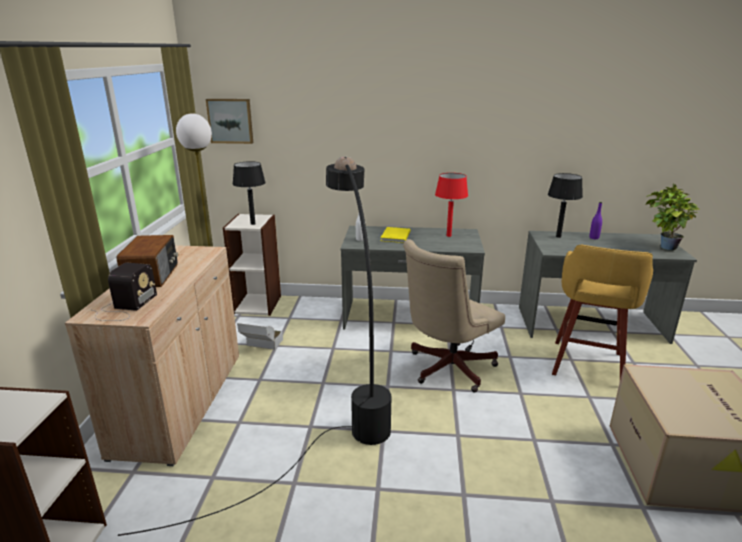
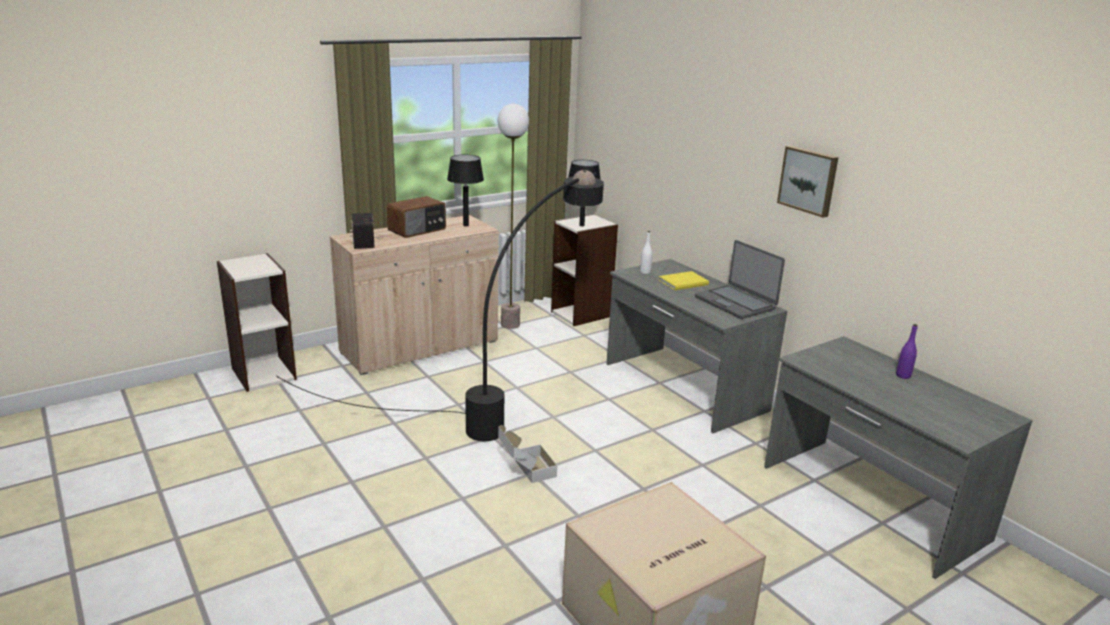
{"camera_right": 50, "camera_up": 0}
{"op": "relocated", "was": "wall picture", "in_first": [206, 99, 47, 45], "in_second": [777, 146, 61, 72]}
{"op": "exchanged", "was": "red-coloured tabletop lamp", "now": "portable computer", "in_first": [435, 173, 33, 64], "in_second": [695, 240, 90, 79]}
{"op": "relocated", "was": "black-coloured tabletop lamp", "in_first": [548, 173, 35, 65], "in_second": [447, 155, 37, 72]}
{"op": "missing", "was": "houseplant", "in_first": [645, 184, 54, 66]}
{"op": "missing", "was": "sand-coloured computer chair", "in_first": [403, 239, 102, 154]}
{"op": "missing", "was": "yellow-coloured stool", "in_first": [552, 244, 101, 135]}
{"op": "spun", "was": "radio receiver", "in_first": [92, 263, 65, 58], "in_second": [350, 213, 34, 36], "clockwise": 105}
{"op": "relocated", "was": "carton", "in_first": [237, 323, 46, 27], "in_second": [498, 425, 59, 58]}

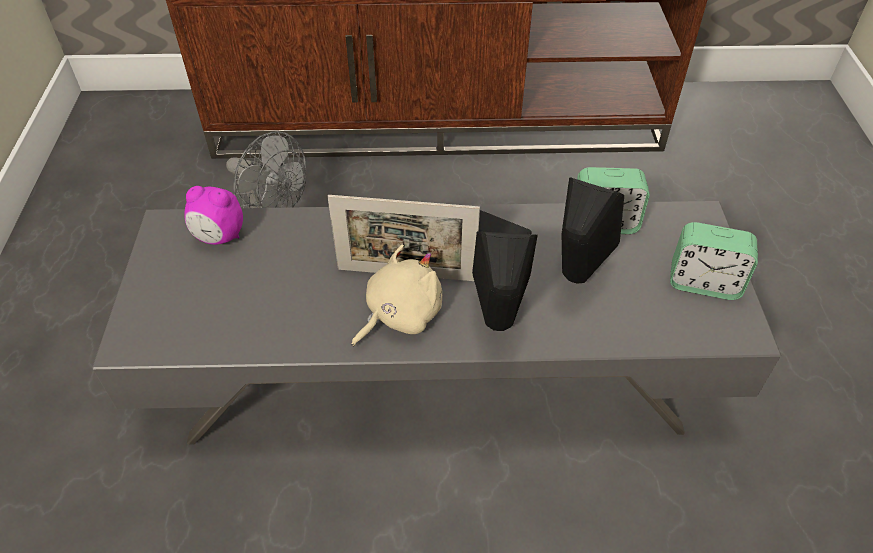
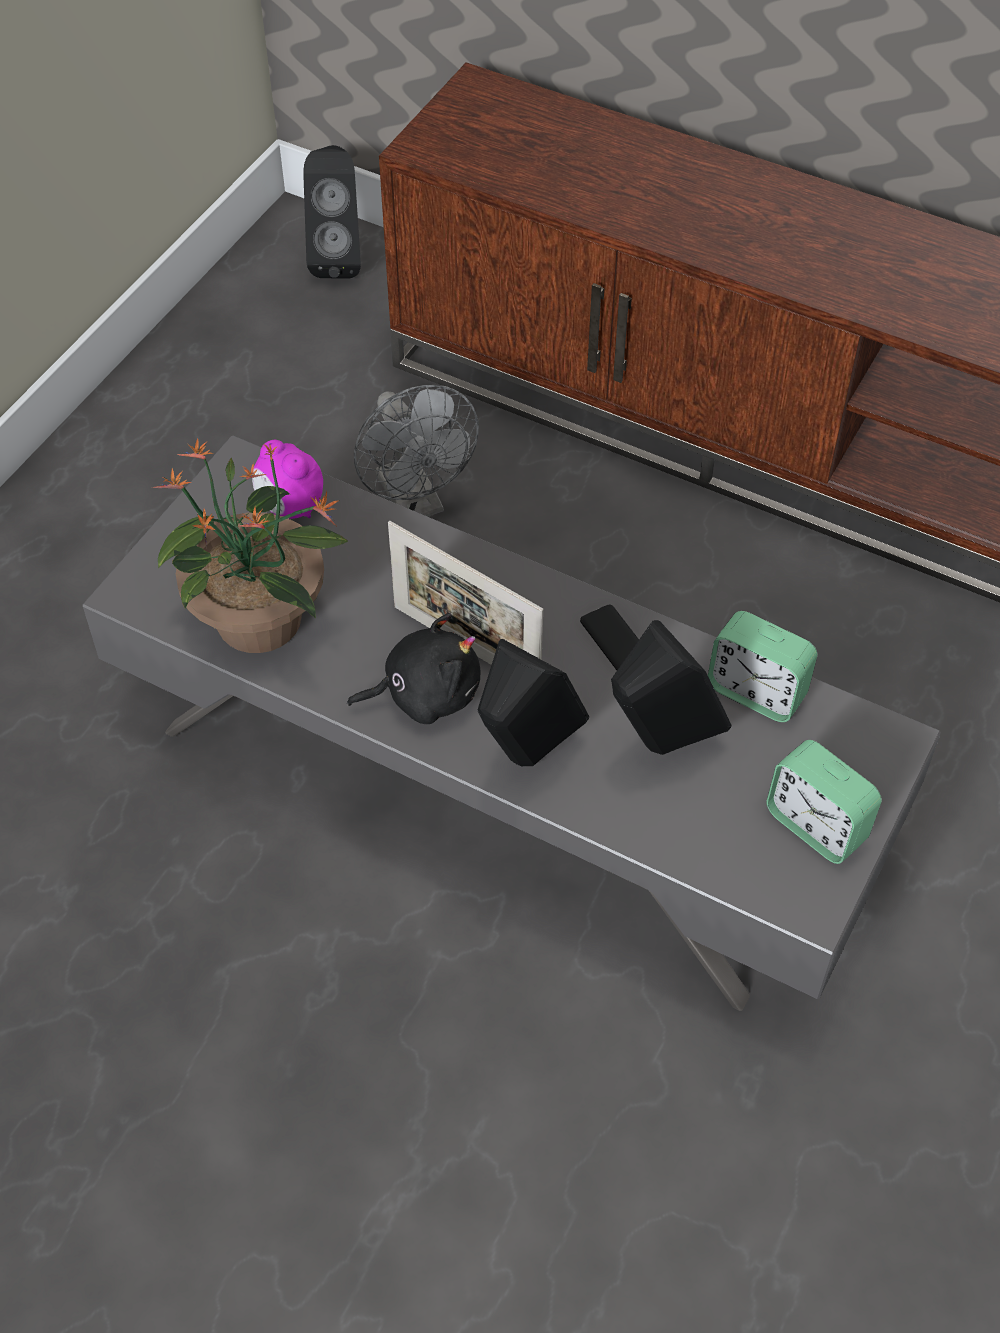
{"camera_right": 30, "camera_up": 5}
{"op": "colour", "was": "sand-coloured plush toy", "now": "black-coloured plush toy", "in_first": [352, 245, 90, 102], "in_second": [347, 613, 134, 111]}
{"op": "appeared", "now": "black-coloured speaker", "in_second": [303, 145, 58, 133]}
{"op": "appeared", "now": "houseplant", "in_second": [151, 438, 197, 215]}

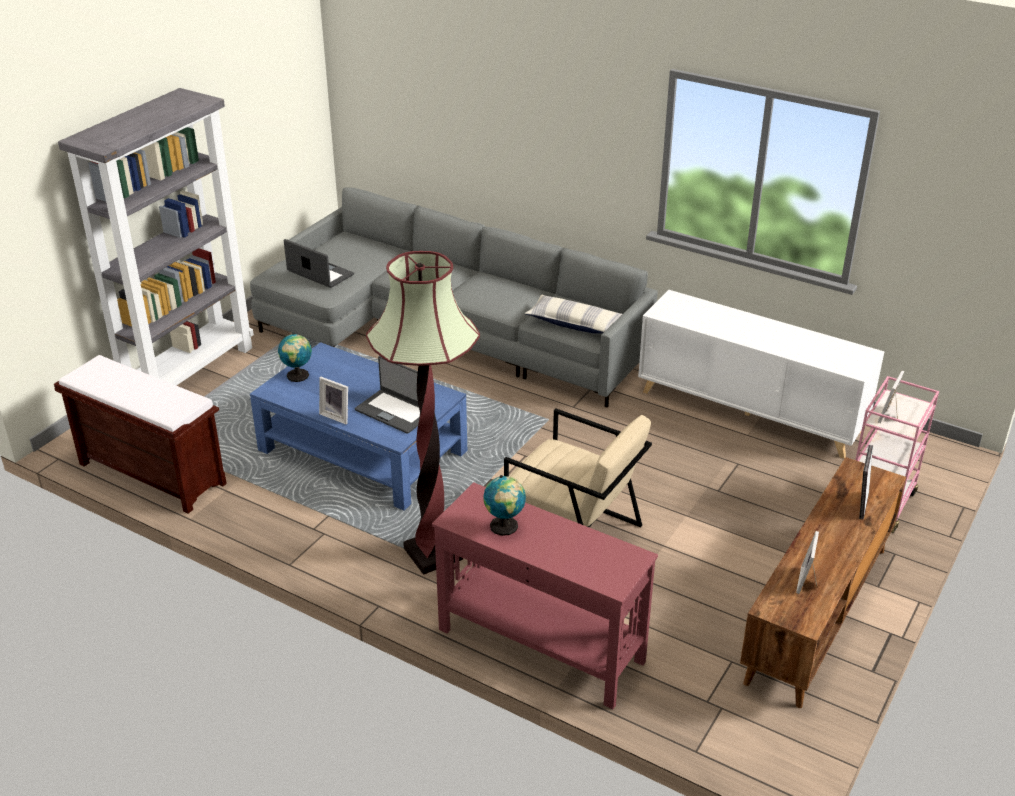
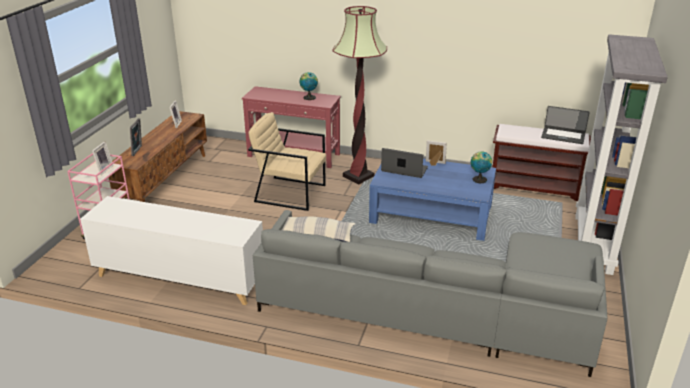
{"camera_right": 165, "camera_up": -5}
{"op": "relocated", "was": "portable computer", "in_first": [284, 239, 70, 49], "in_second": [541, 106, 49, 38]}

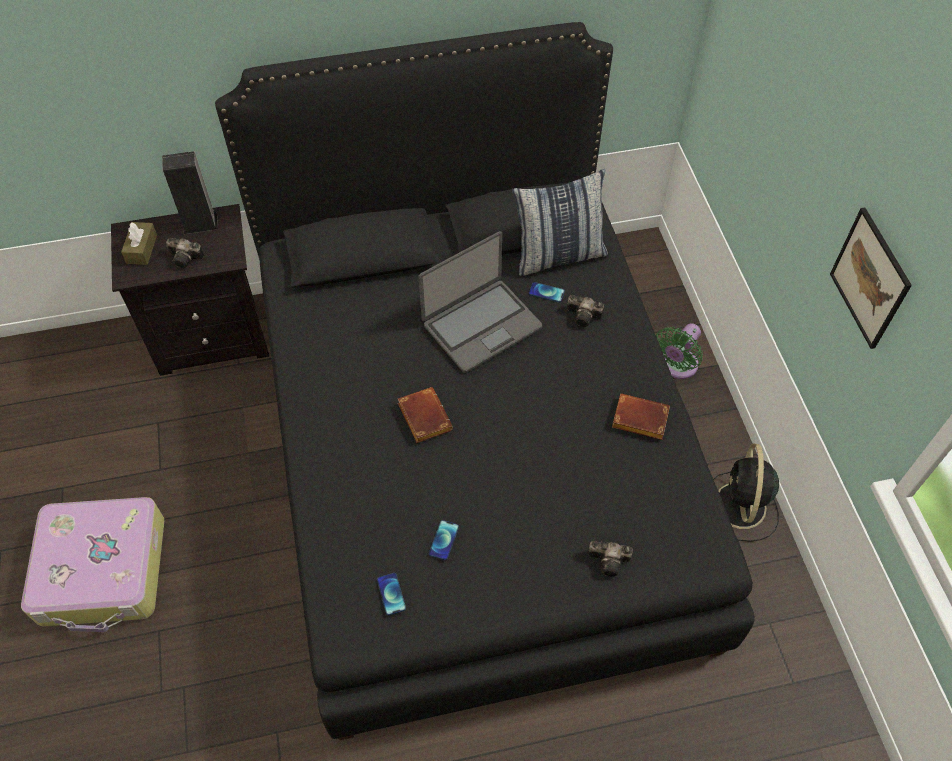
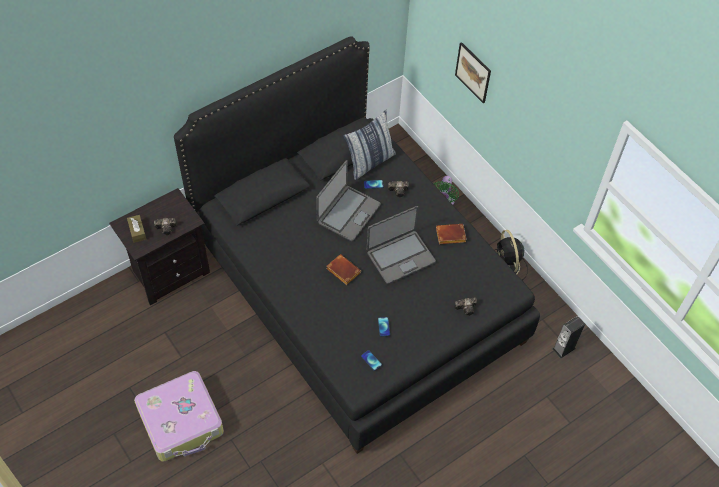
{"camera_right": -25, "camera_up": 0}
{"op": "relocated", "was": "speaker", "in_first": [162, 151, 56, 83], "in_second": [552, 316, 33, 43]}
{"op": "relocated", "was": "wall picture", "in_first": [830, 207, 82, 142], "in_second": [455, 42, 36, 61]}
{"op": "appeared", "now": "portable computer", "in_second": [367, 206, 69, 78]}

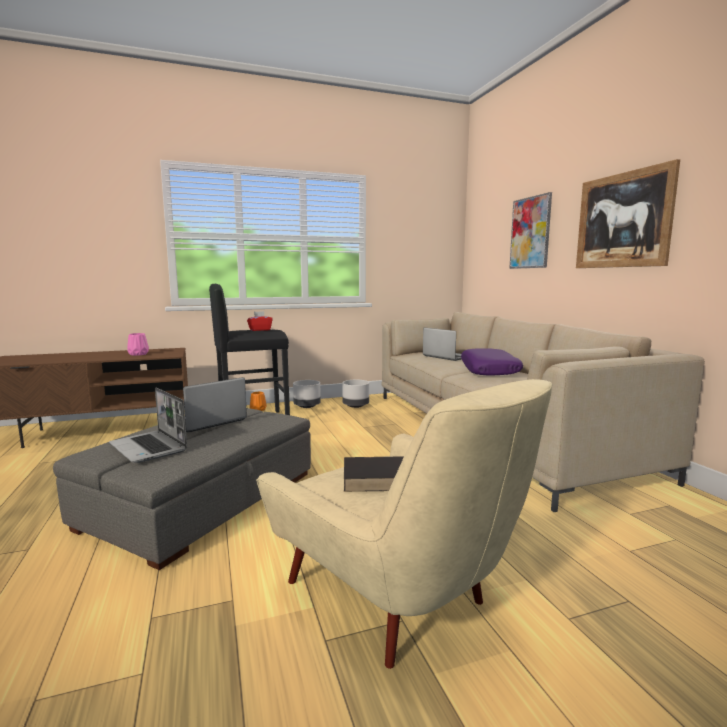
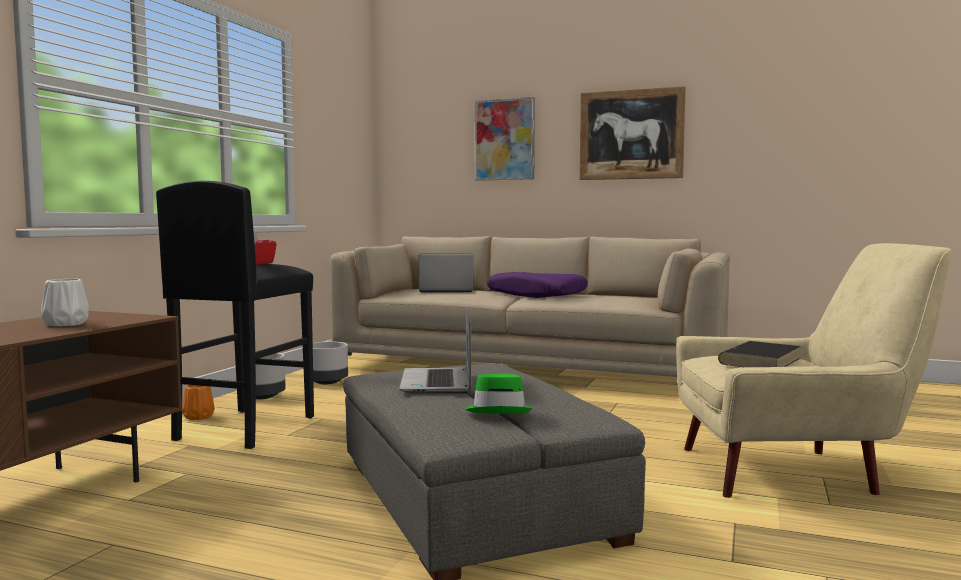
{"camera_right": -50, "camera_up": -5}
{"op": "colour", "was": "pink decorative vase", "now": "white decorative vase", "in_first": [127, 333, 22, 23], "in_second": [41, 279, 48, 48]}
{"op": "exchanged", "was": "portable computer", "now": "green-coloured clothing hat", "in_first": [109, 387, 78, 76], "in_second": [465, 374, 68, 40]}

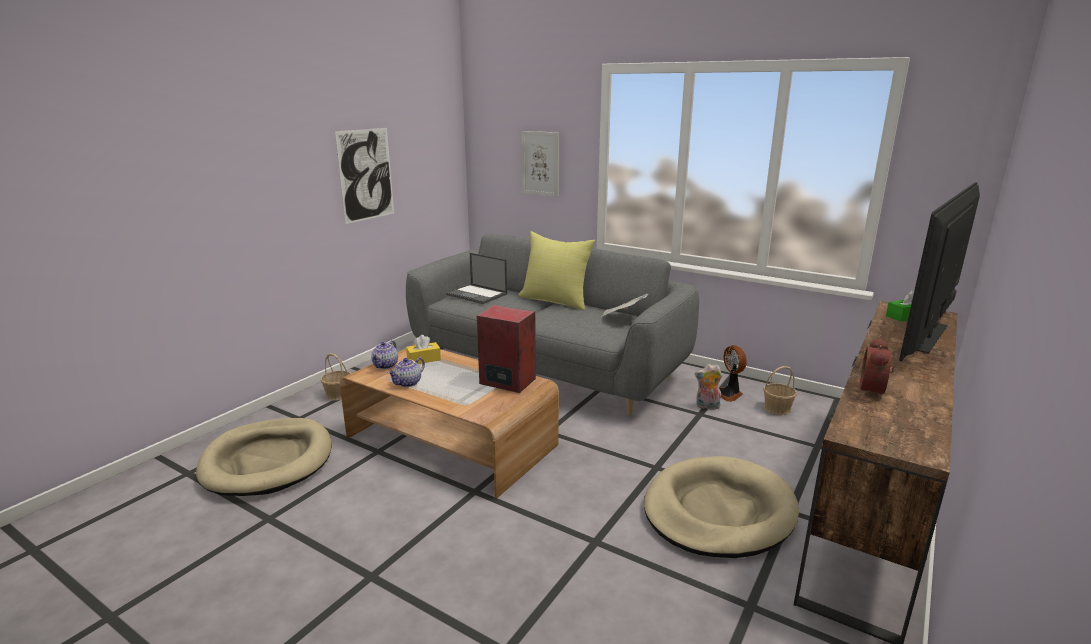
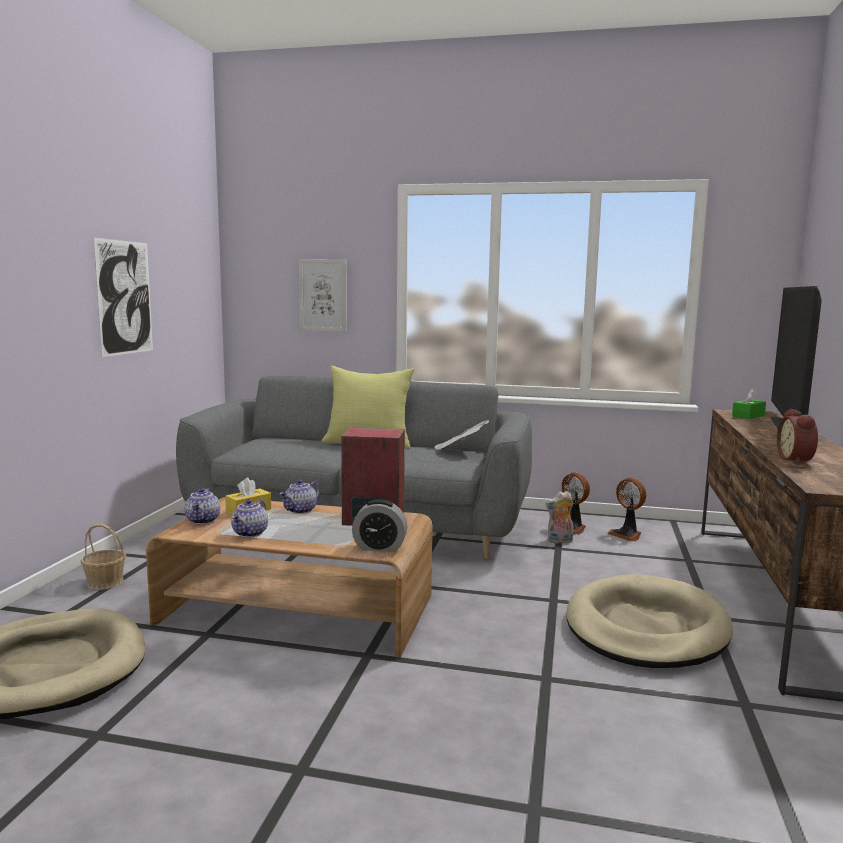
{"camera_right": -20, "camera_up": -10}
{"op": "missing", "was": "portable computer", "in_first": [446, 253, 61, 51]}
{"op": "exchanged", "was": "household basket", "now": "cooling fan", "in_first": [763, 366, 34, 49], "in_second": [607, 478, 39, 63]}
{"op": "appeared", "now": "pot for tea", "in_second": [280, 480, 40, 34]}
{"op": "appeared", "now": "alarm clock", "in_second": [352, 499, 55, 53]}

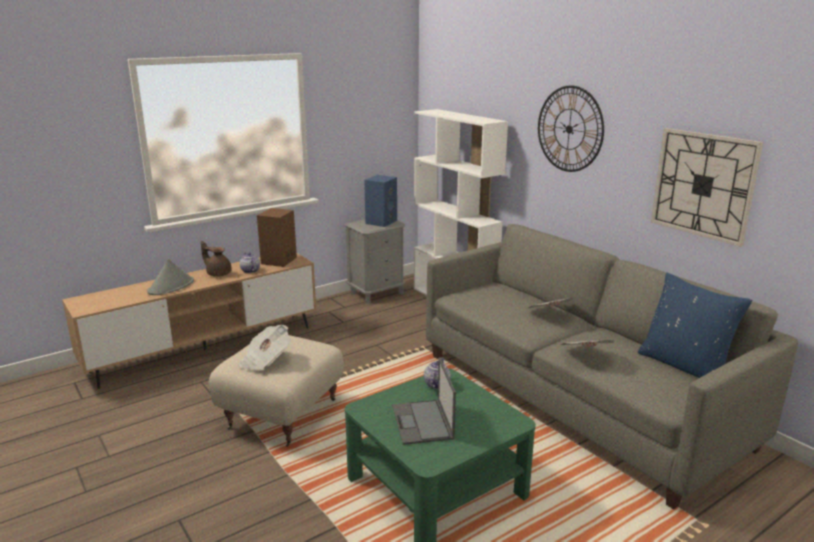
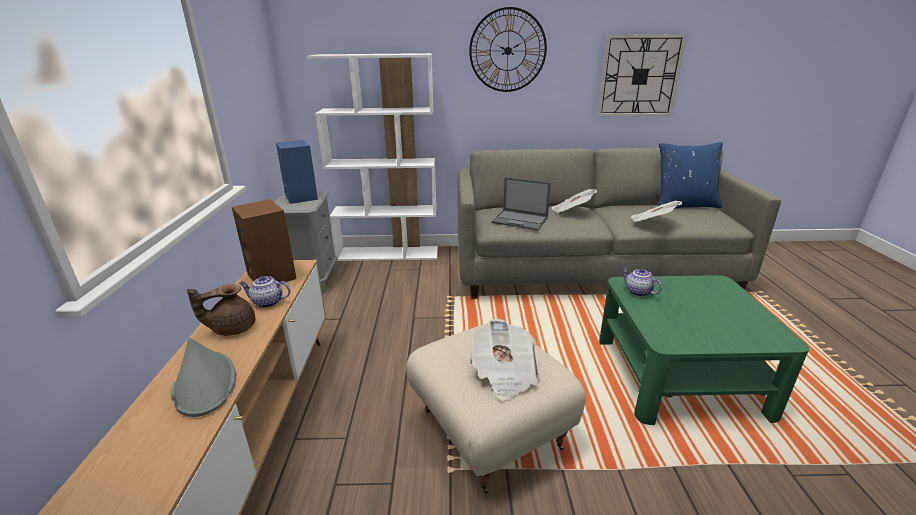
{"camera_right": -55, "camera_up": 5}
{"op": "relocated", "was": "portable computer", "in_first": [392, 358, 64, 87], "in_second": [491, 177, 60, 53]}

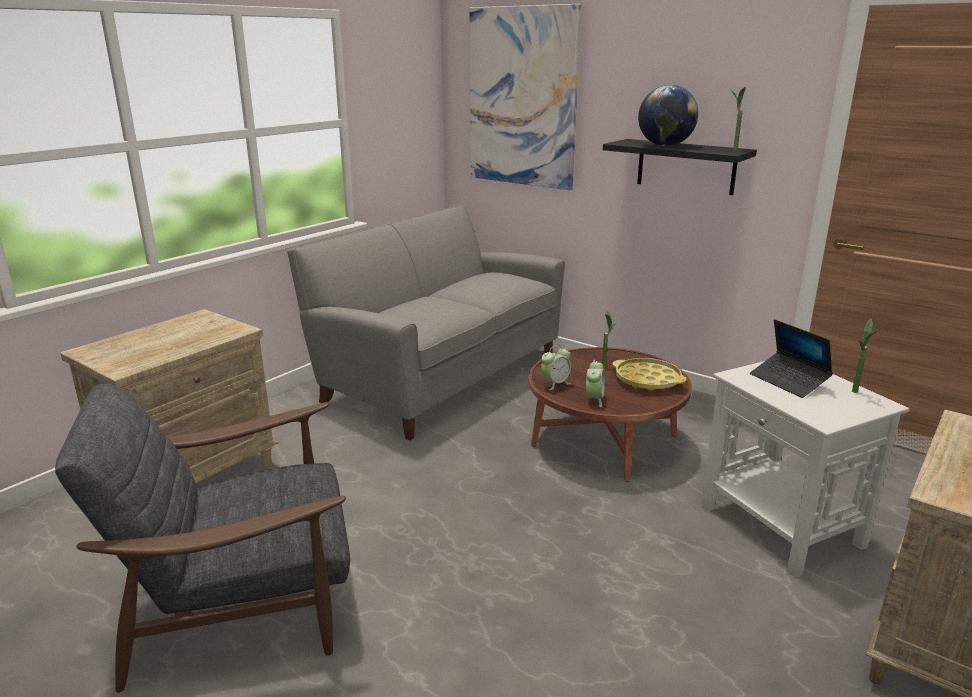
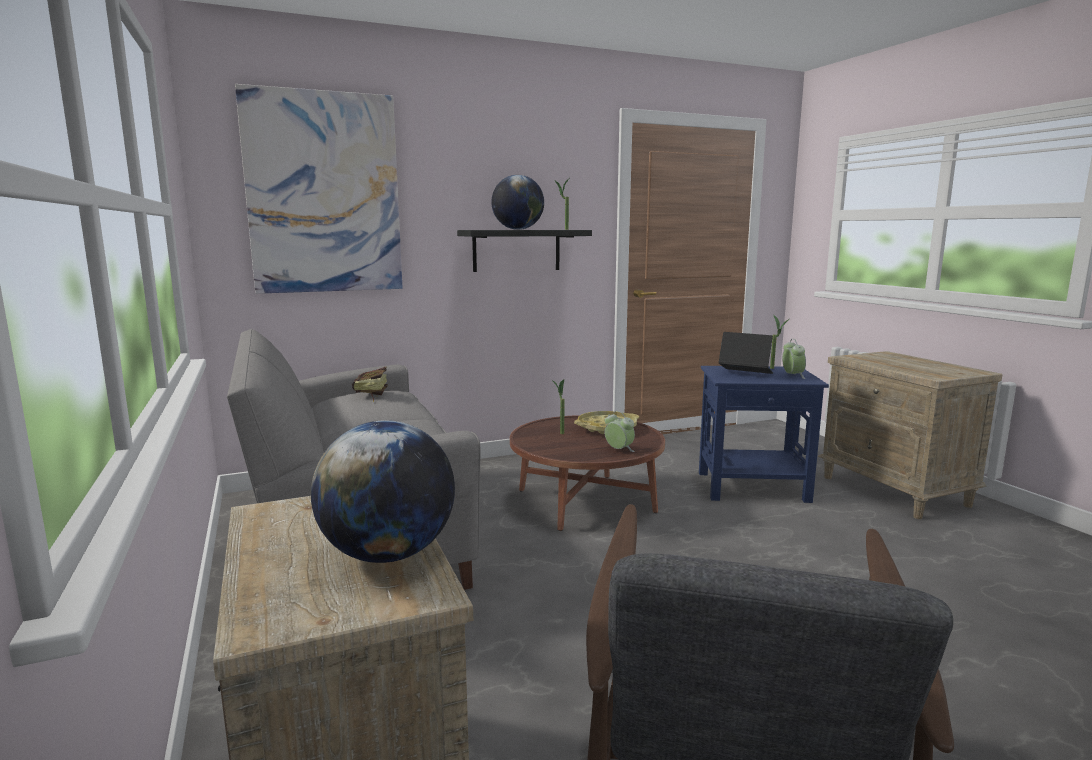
{"camera_right": -60, "camera_up": -10}
{"op": "spun", "was": "portable computer", "in_first": [750, 319, 83, 79], "in_second": [719, 332, 54, 42], "clockwise": -150}
{"op": "relocated", "was": "alarm clock", "in_first": [541, 345, 30, 45], "in_second": [782, 339, 24, 40]}
{"op": "colour", "was": "white side table", "now": "bluish side table", "in_first": [701, 361, 209, 217], "in_second": [699, 366, 130, 137]}
{"op": "appeared", "now": "book", "in_second": [352, 367, 36, 35]}
{"op": "appeared", "now": "desk globe", "in_second": [311, 420, 144, 143]}

